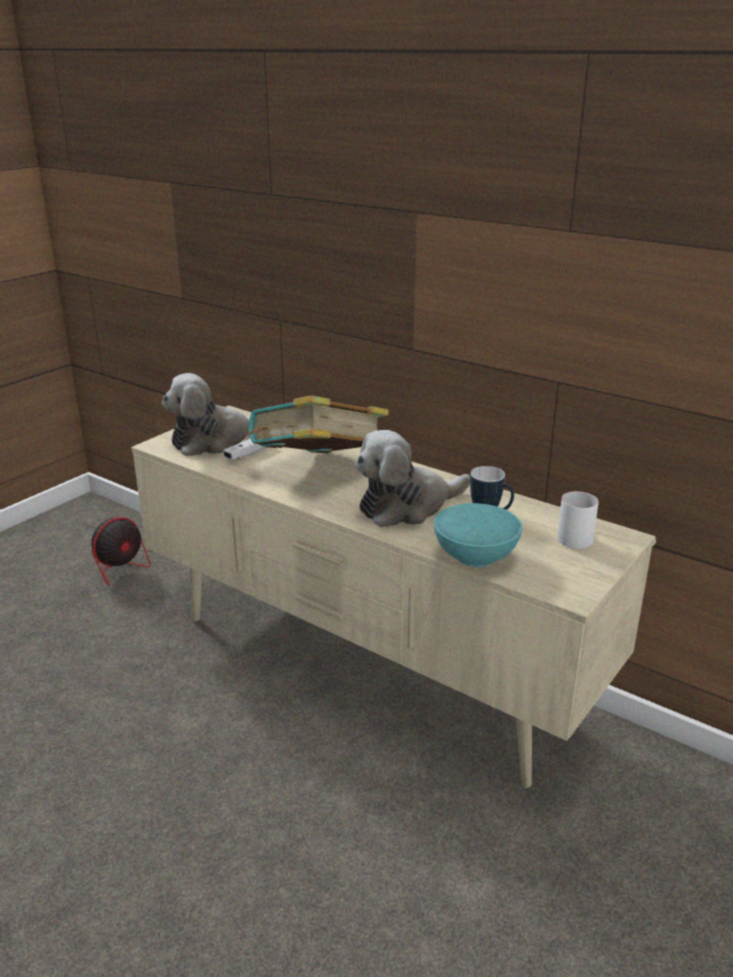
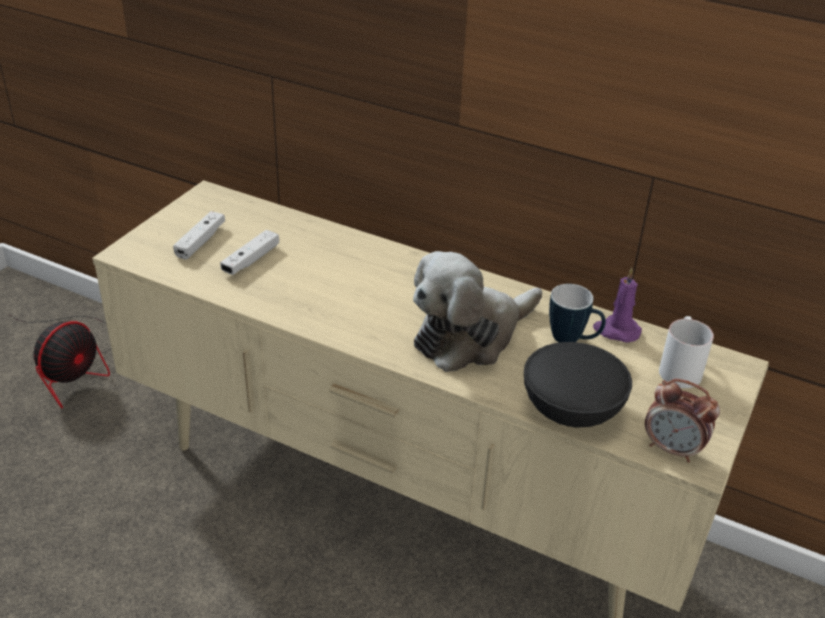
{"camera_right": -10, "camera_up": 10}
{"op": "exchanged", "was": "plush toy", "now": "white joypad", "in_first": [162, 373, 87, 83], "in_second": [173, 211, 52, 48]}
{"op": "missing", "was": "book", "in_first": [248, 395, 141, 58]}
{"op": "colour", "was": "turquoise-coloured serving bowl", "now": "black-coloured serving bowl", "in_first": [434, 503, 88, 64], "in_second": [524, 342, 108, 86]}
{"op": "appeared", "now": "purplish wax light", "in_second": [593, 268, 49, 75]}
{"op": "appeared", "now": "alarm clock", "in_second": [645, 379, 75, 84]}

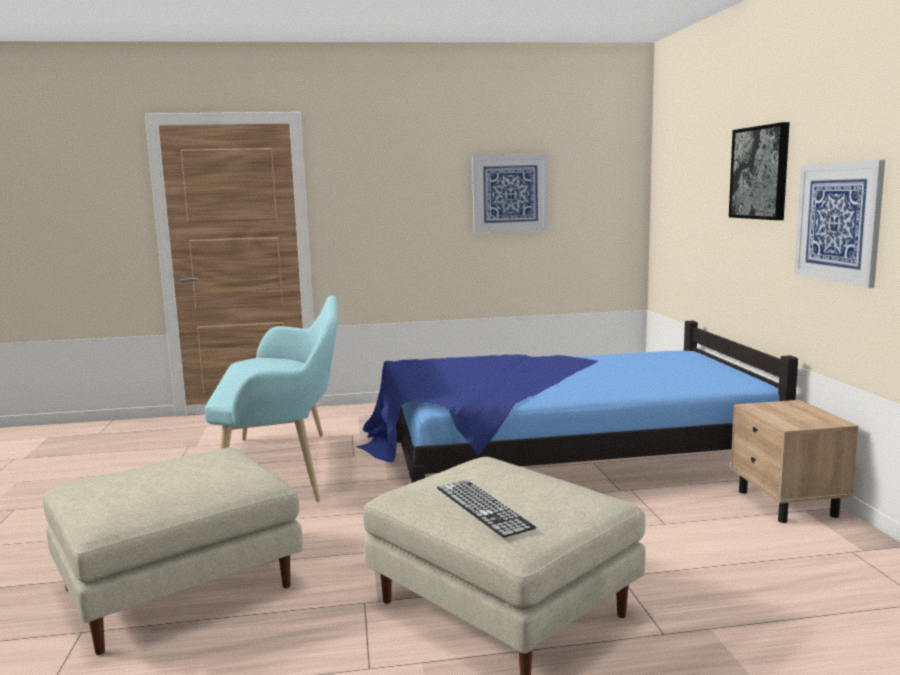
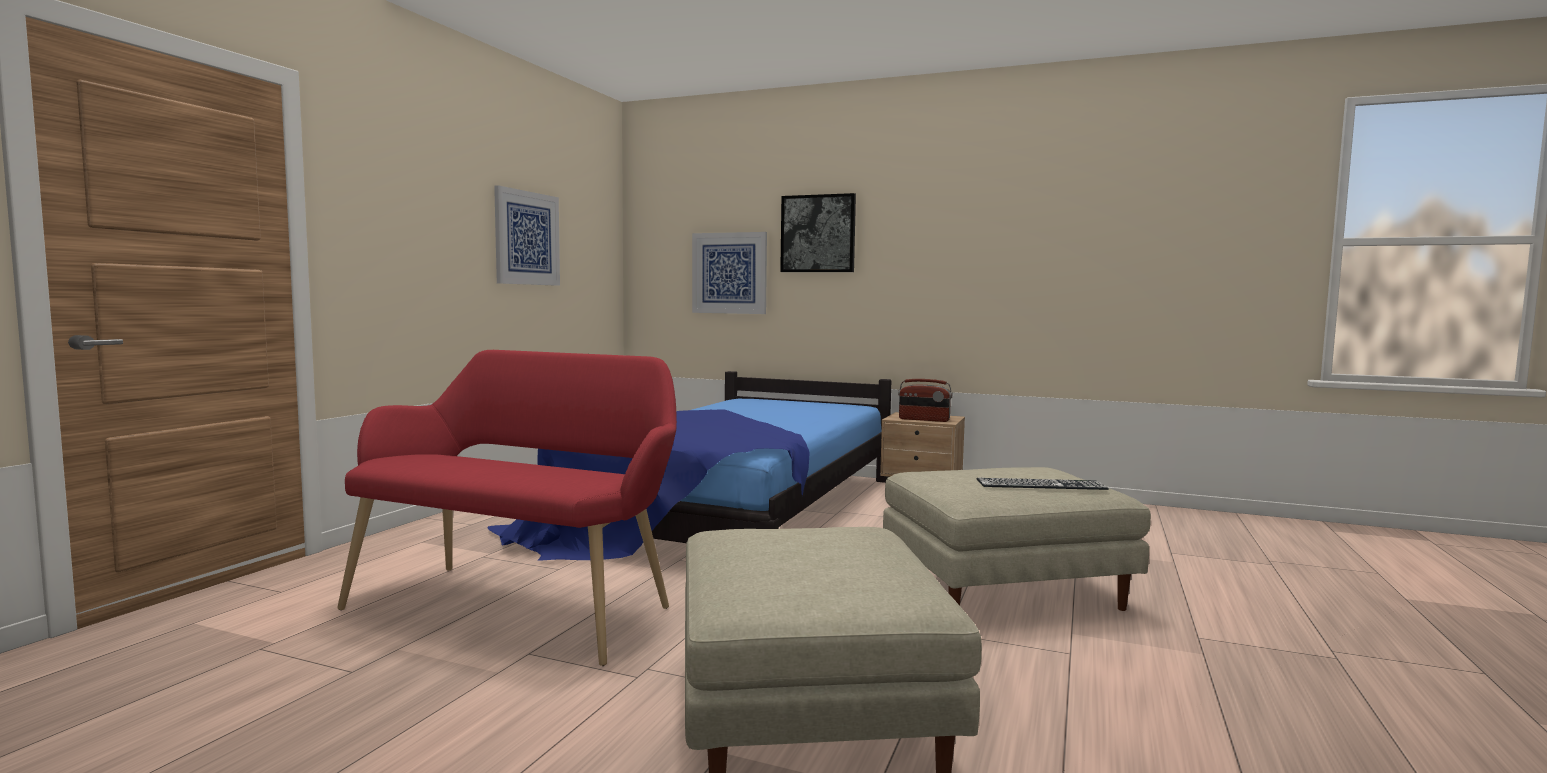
{"camera_right": -60, "camera_up": -5}
{"op": "relocated", "was": "wall picture", "in_first": [794, 160, 91, 128], "in_second": [692, 232, 75, 82]}
{"op": "colour", "was": "turquoise-coloured bench", "now": "red-coloured bench", "in_first": [205, 296, 133, 206], "in_second": [337, 350, 340, 316]}
{"op": "appeared", "now": "radio receiver", "in_second": [898, 379, 54, 43]}

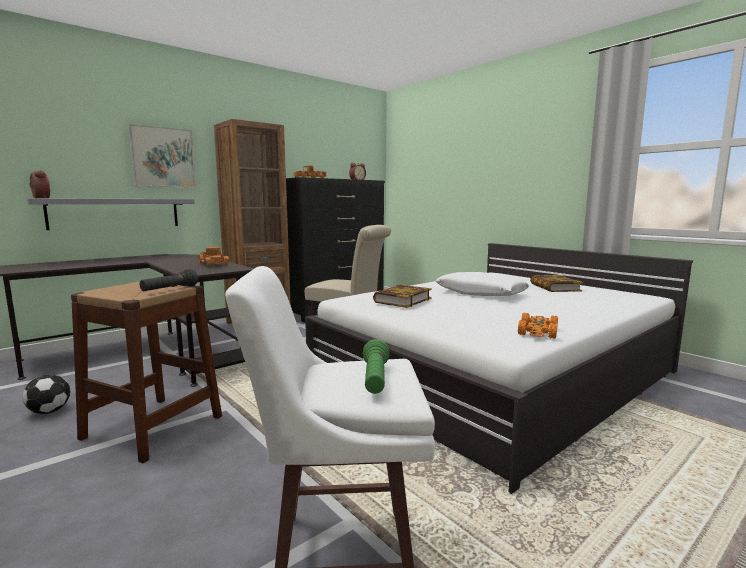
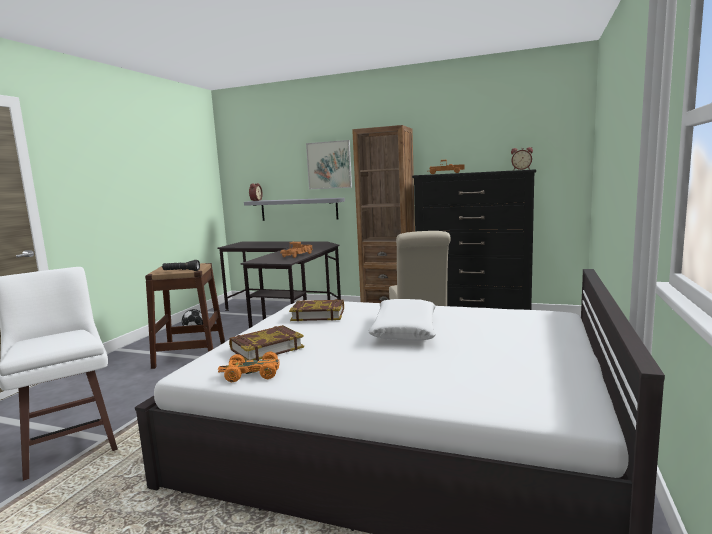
{"camera_right": 60, "camera_up": 0}
{"op": "relocated", "was": "book", "in_first": [530, 275, 53, 17], "in_second": [229, 325, 75, 36]}
{"op": "missing", "was": "green-coloured flashlight", "in_first": [363, 339, 27, 55]}

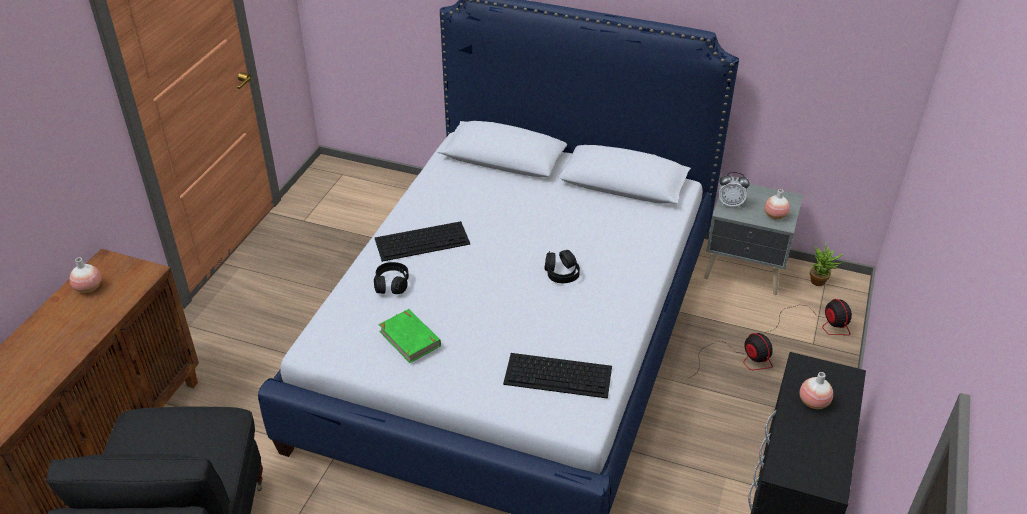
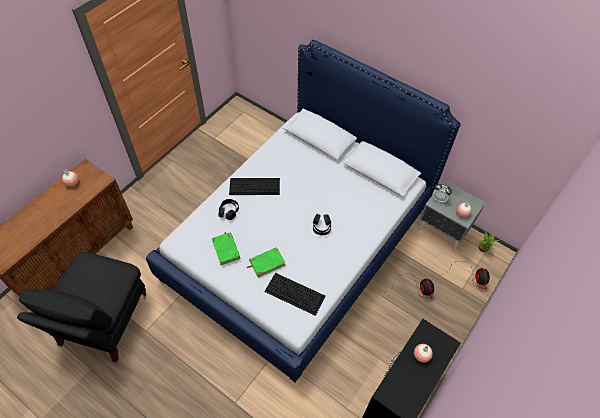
{"camera_right": 15, "camera_up": 15}
{"op": "appeared", "now": "green-coloured book", "in_second": [247, 247, 39, 31]}

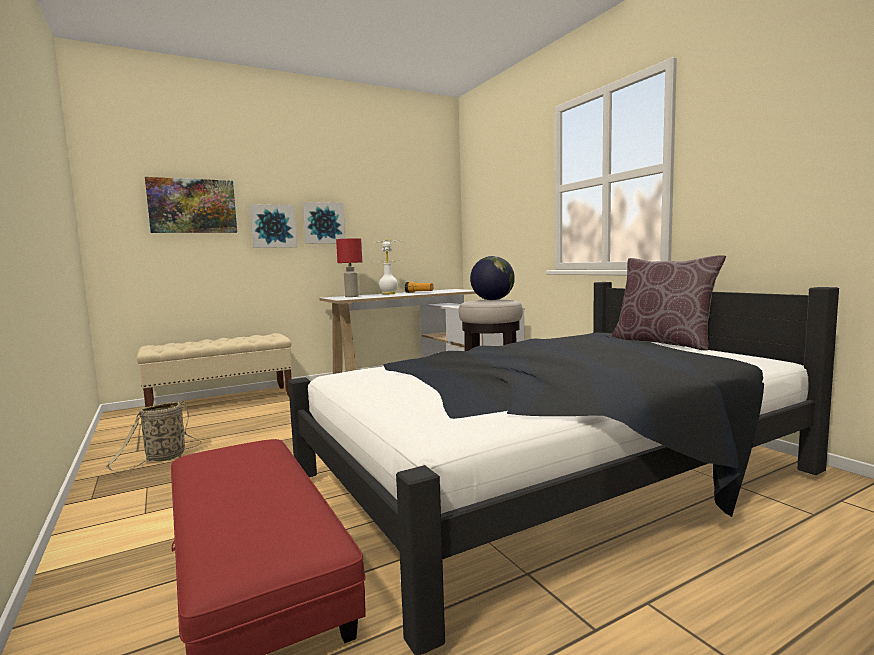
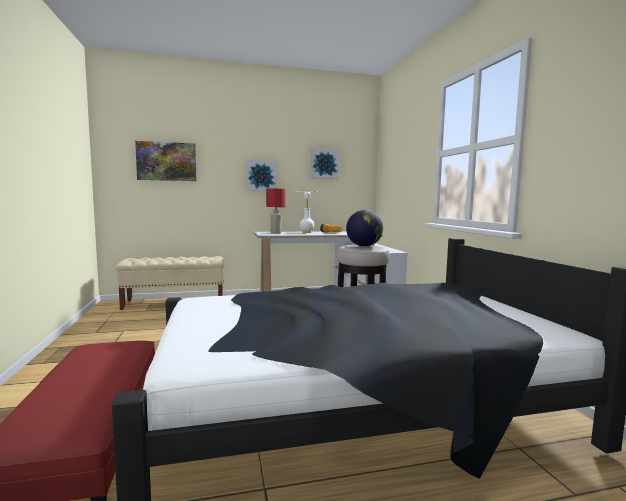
{"camera_right": 15, "camera_up": 0}
{"op": "relocated", "was": "wall picture", "in_first": [250, 204, 47, 44], "in_second": [310, 148, 30, 31]}
{"op": "missing", "was": "brown-coloured throw pillow", "in_first": [612, 255, 114, 96]}
{"op": "missing", "was": "household basket", "in_first": [106, 401, 95, 71]}

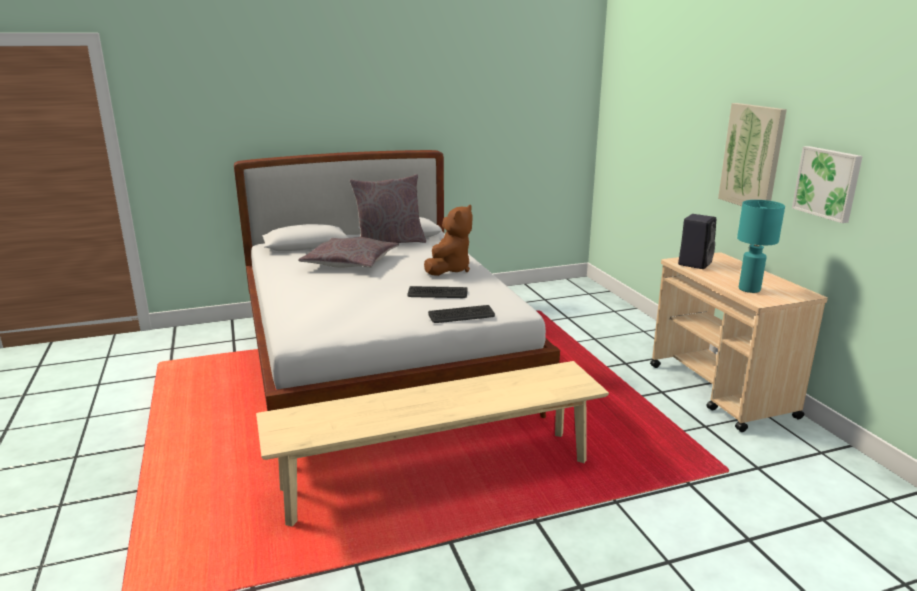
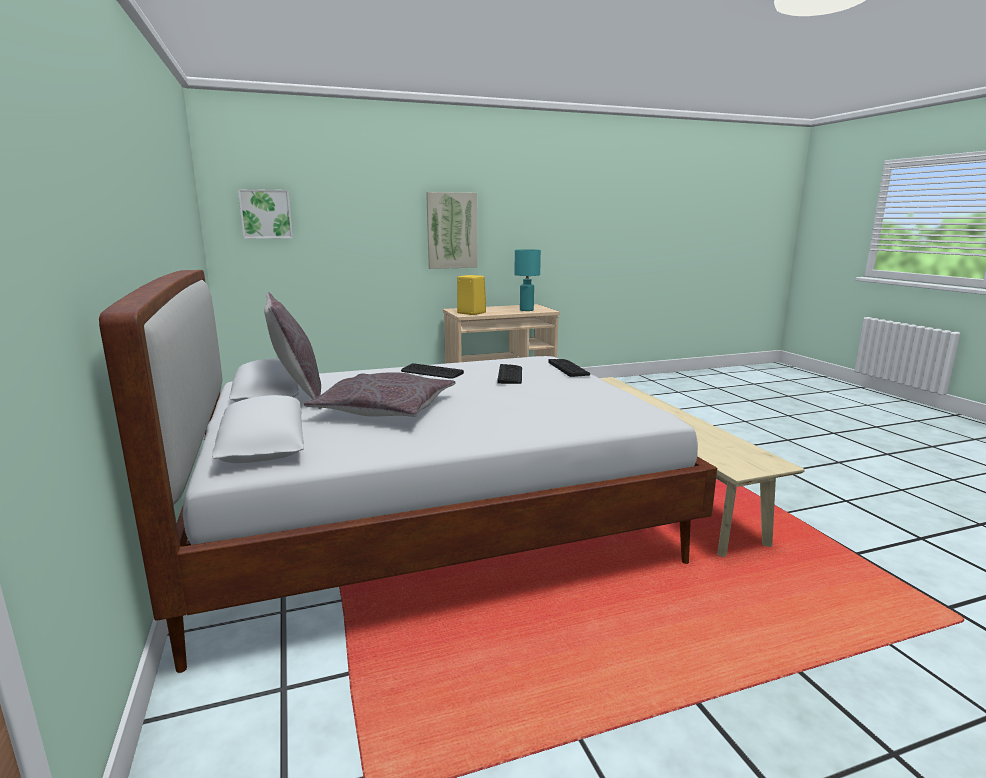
{"camera_right": -90, "camera_up": -5}
{"op": "relocated", "was": "wall picture", "in_first": [792, 146, 71, 77], "in_second": [238, 189, 55, 50]}
{"op": "exchanged", "was": "brown-coloured plush toy", "now": "keyboard", "in_first": [424, 205, 49, 71], "in_second": [401, 363, 63, 16]}
{"op": "colour", "was": "black-coloured speaker", "now": "yellow-coloured speaker", "in_first": [678, 214, 38, 55], "in_second": [457, 275, 29, 40]}

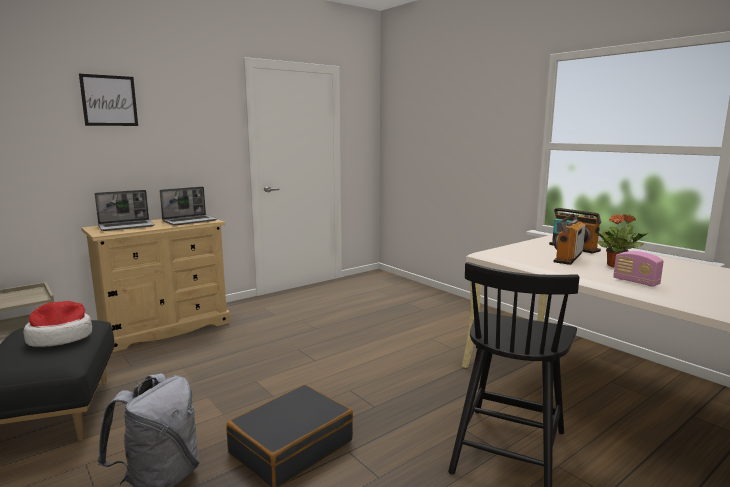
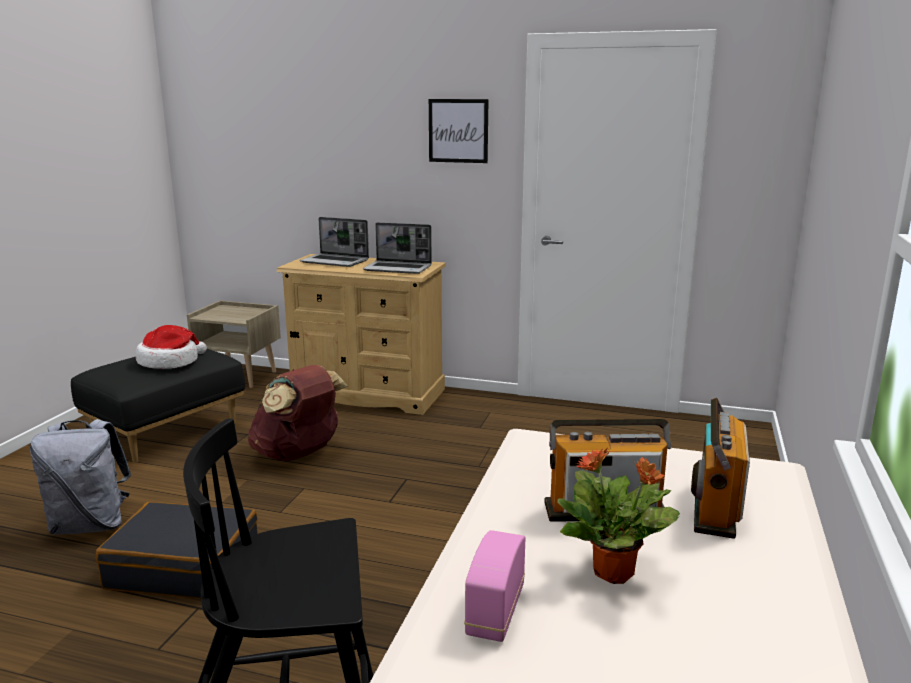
{"camera_right": 55, "camera_up": 5}
{"op": "relocated", "was": "wall picture", "in_first": [79, 74, 59, 52], "in_second": [429, 99, 60, 64]}
{"op": "appeared", "now": "brown-coloured backpack", "in_second": [248, 365, 100, 96]}

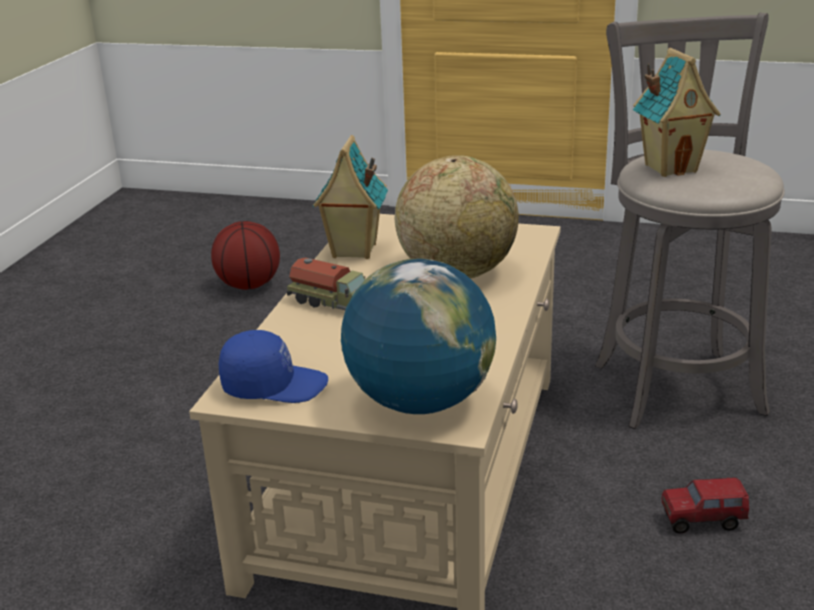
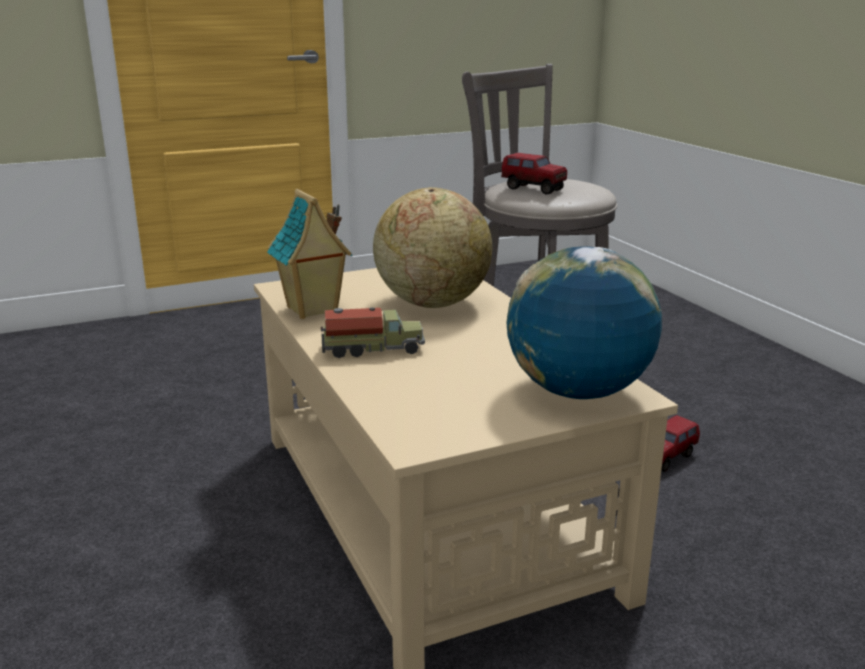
{"camera_right": -40, "camera_up": -5}
{"op": "exchanged", "was": "model house", "now": "toy lorry", "in_first": [633, 48, 87, 129], "in_second": [501, 153, 66, 41]}
{"op": "missing", "was": "ball for basketball", "in_first": [211, 221, 69, 69]}
{"op": "missing", "was": "bluish baseball cap", "in_first": [219, 330, 109, 73]}

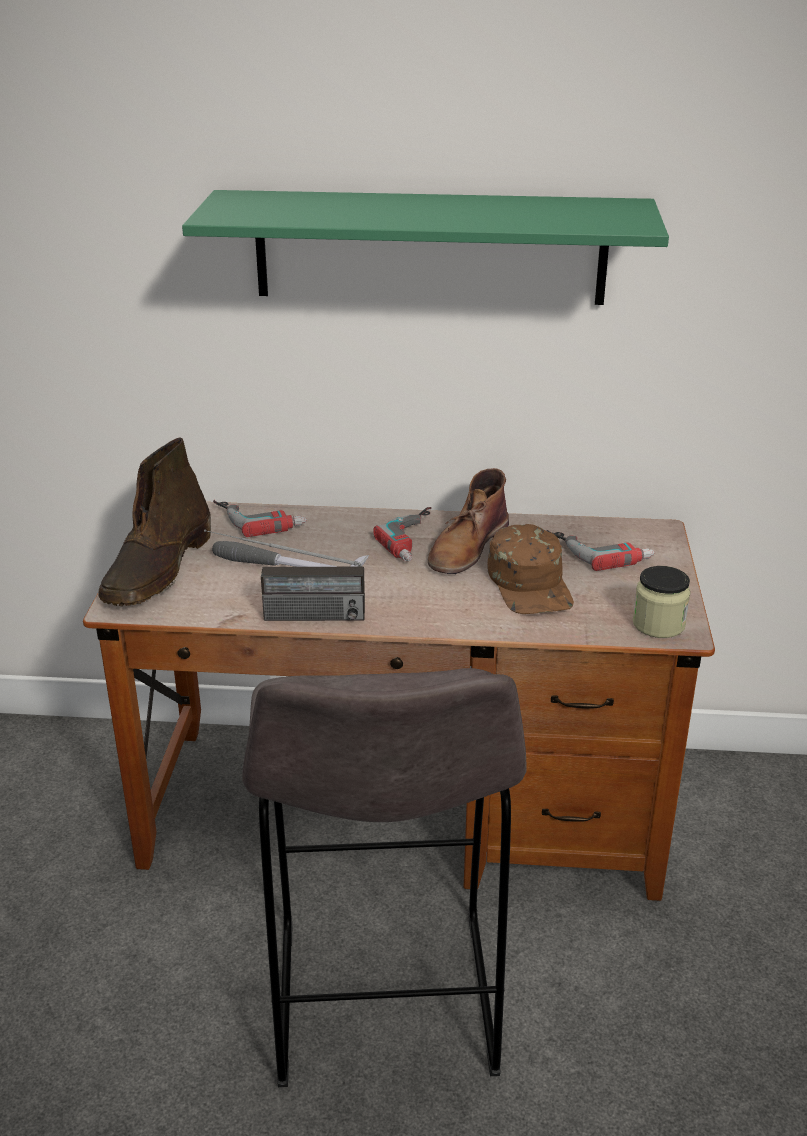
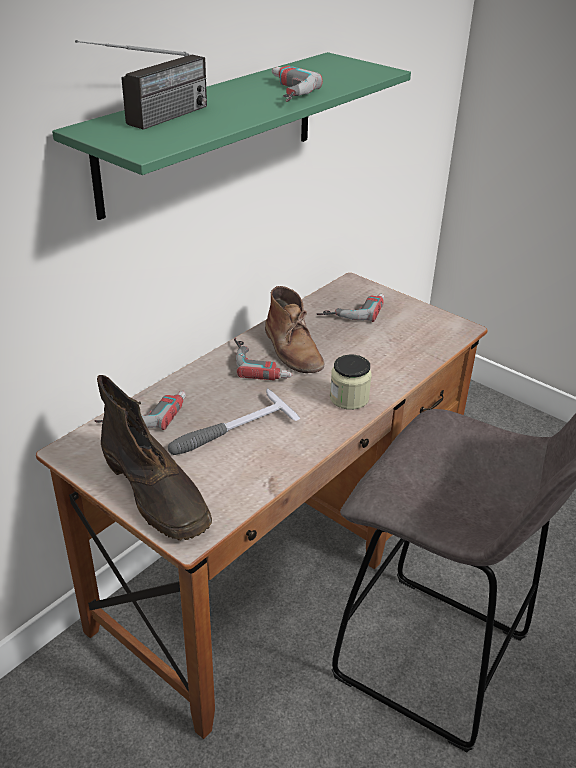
{"camera_right": -55, "camera_up": 5}
{"op": "missing", "was": "brown-coloured baseball cap", "in_first": [487, 524, 87, 90]}
{"op": "relocated", "was": "radio receiver", "in_first": [204, 529, 161, 92], "in_second": [75, 40, 132, 90]}
{"op": "relocated", "was": "jar", "in_first": [633, 566, 58, 72], "in_second": [330, 355, 42, 55]}
{"op": "appeared", "now": "electric drill", "in_second": [272, 66, 51, 36]}

